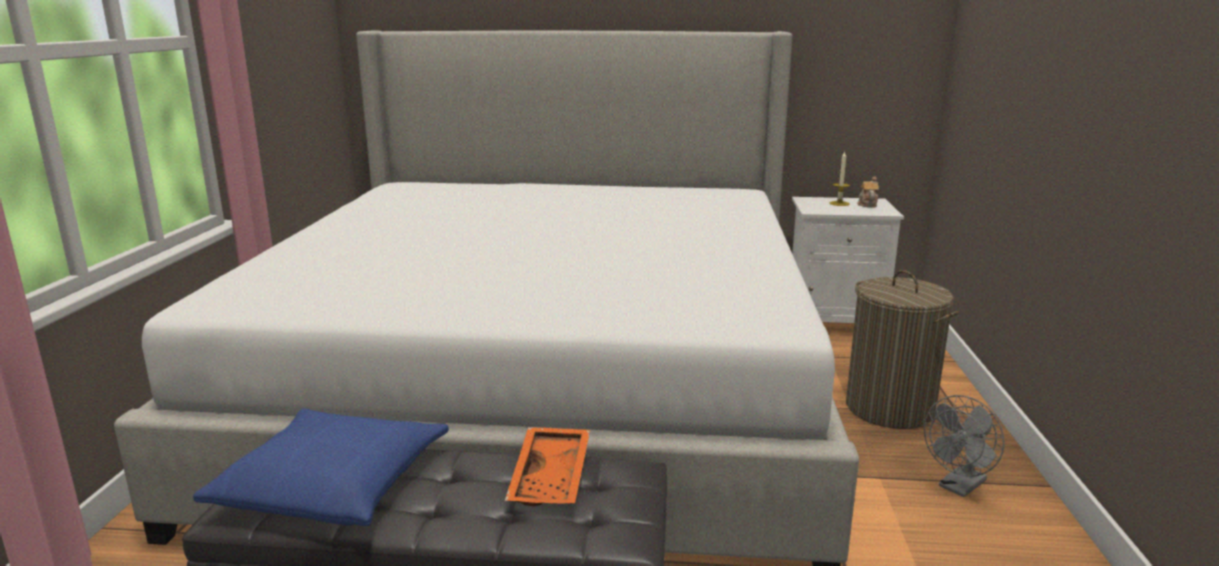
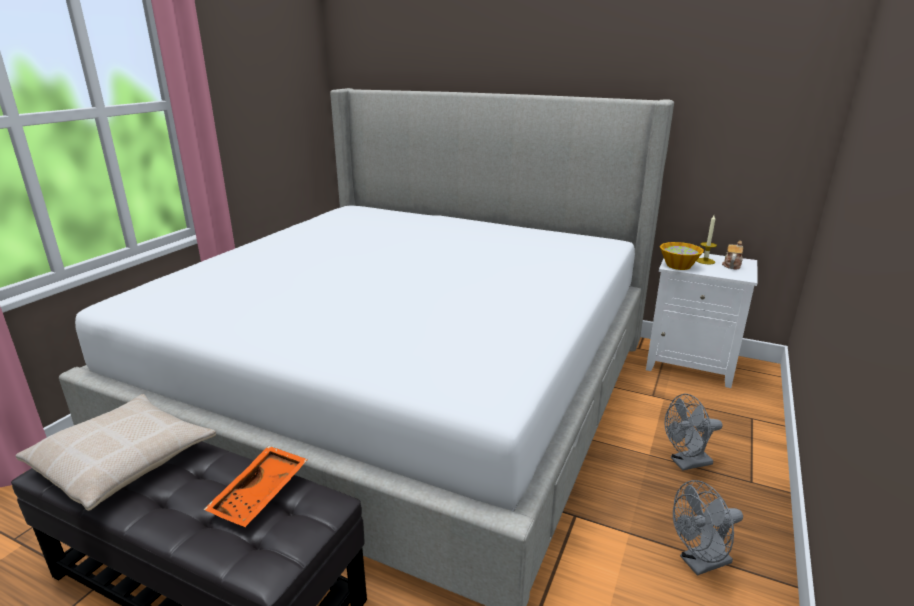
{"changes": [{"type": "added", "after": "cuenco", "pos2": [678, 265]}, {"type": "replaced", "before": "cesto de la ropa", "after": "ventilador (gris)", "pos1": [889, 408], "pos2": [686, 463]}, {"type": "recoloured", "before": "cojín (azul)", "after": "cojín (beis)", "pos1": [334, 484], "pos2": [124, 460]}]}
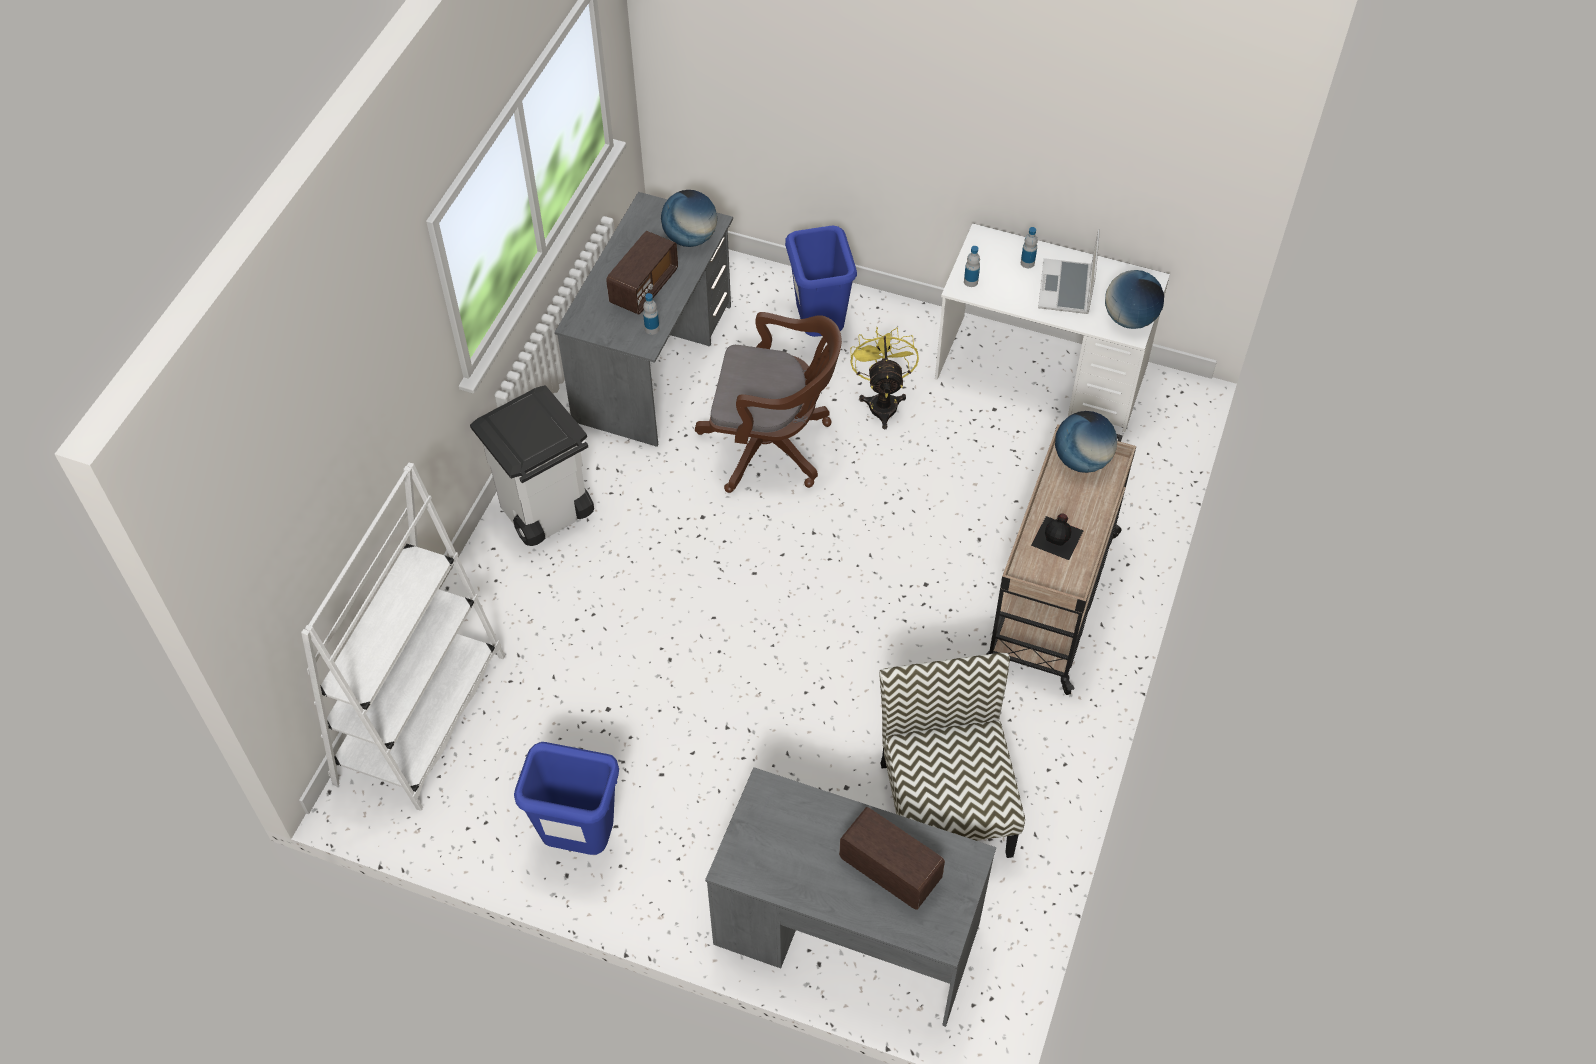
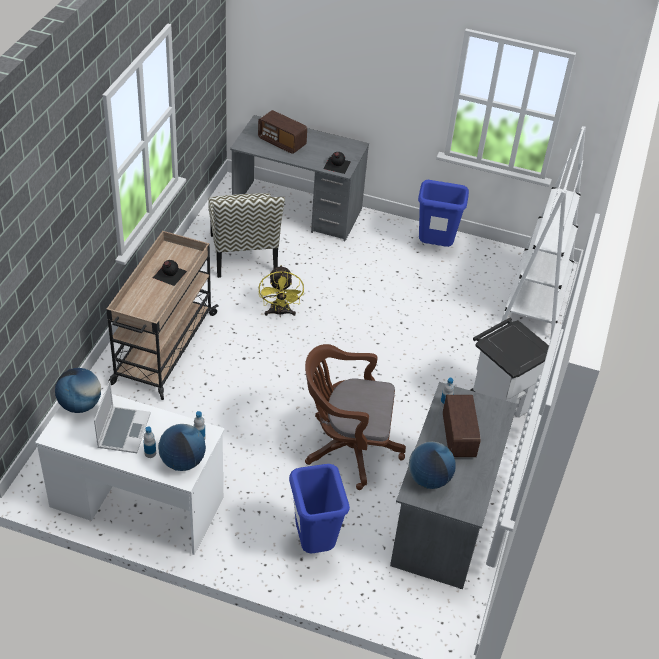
{"changes": [{"type": "added", "after": "botella (negro)", "pos2": [336, 165]}, {"type": "moved", "before": "ventilador (amarillo)", "pos1": [882, 401], "pos2": [280, 313]}, {"type": "moved", "before": "globo terráqueo", "pos1": [1082, 460], "pos2": [182, 462]}, {"type": "turned", "before": "radio", "pos1": [644, 287], "pos2": [458, 436], "turn": 150}]}
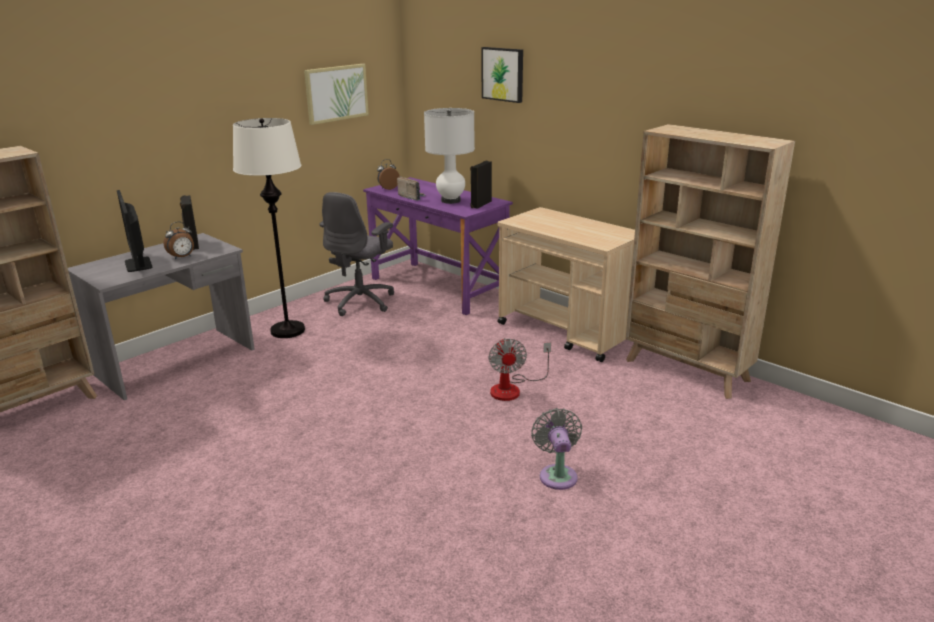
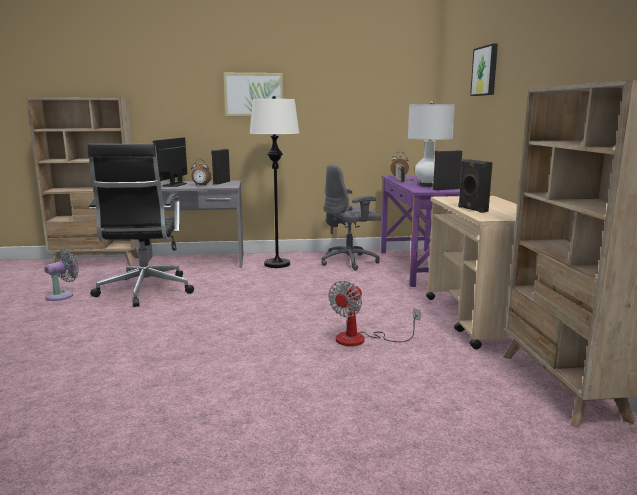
{"changes": [{"type": "added", "after": "silla de oficina (negro)", "pos2": [144, 291]}, {"type": "added", "after": "altavoz (negro)", "pos2": [472, 209]}, {"type": "moved", "before": "cuadro", "pos1": [336, 93], "pos2": [253, 94]}, {"type": "moved", "before": "ventilador (gris)", "pos1": [557, 474], "pos2": [62, 295]}]}
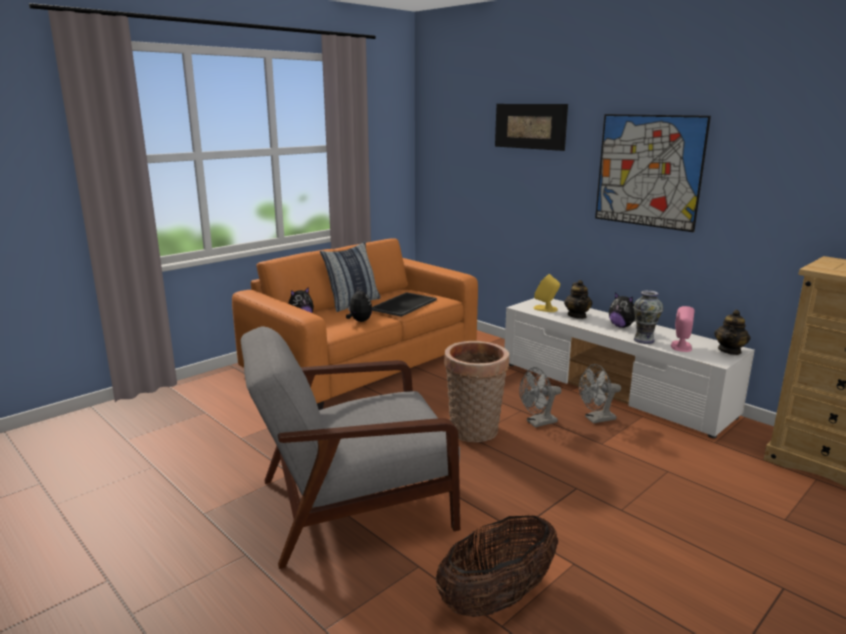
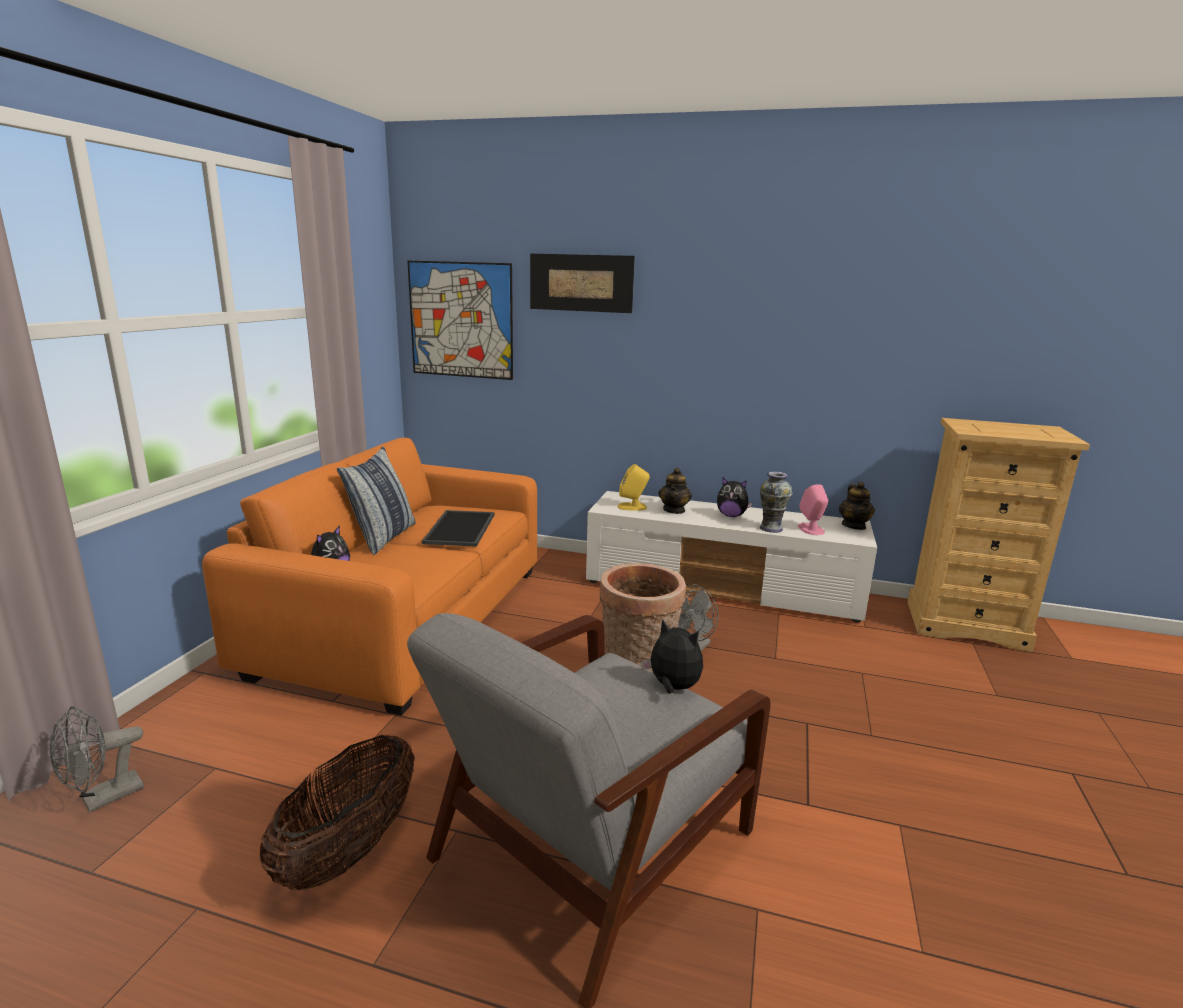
{"changes": [{"type": "moved", "before": "peluche", "pos1": [359, 321], "pos2": [672, 687]}, {"type": "moved", "before": "cesta", "pos1": [497, 598], "pos2": [349, 850]}, {"type": "moved", "before": "ventilador (gris)", "pos1": [596, 419], "pos2": [103, 798]}, {"type": "moved", "before": "cuadro", "pos1": [648, 171], "pos2": [461, 320]}, {"type": "turned", "before": "tetera", "pos1": [577, 316], "pos2": [674, 510], "turn": 45}]}
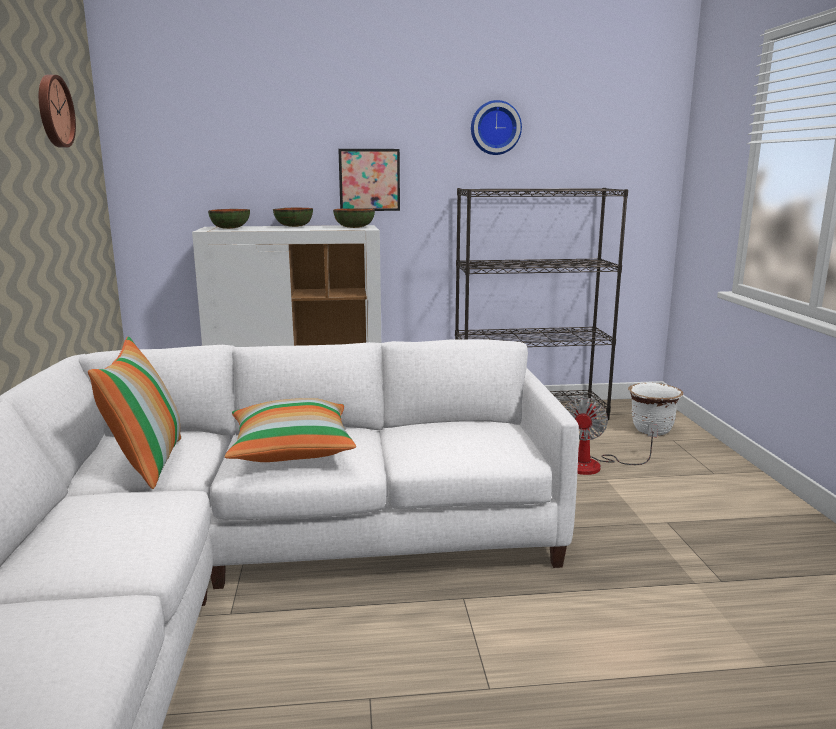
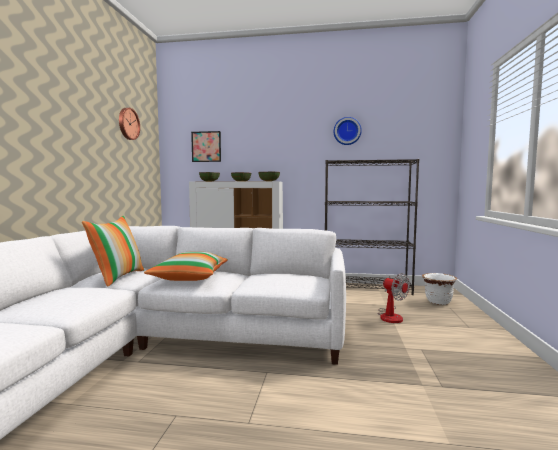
{"changes": [{"type": "moved", "before": "cuadro", "pos1": [369, 180], "pos2": [206, 146]}, {"type": "turned", "before": "ventilador", "pos1": [594, 465], "pos2": [390, 316], "turn": -75}]}
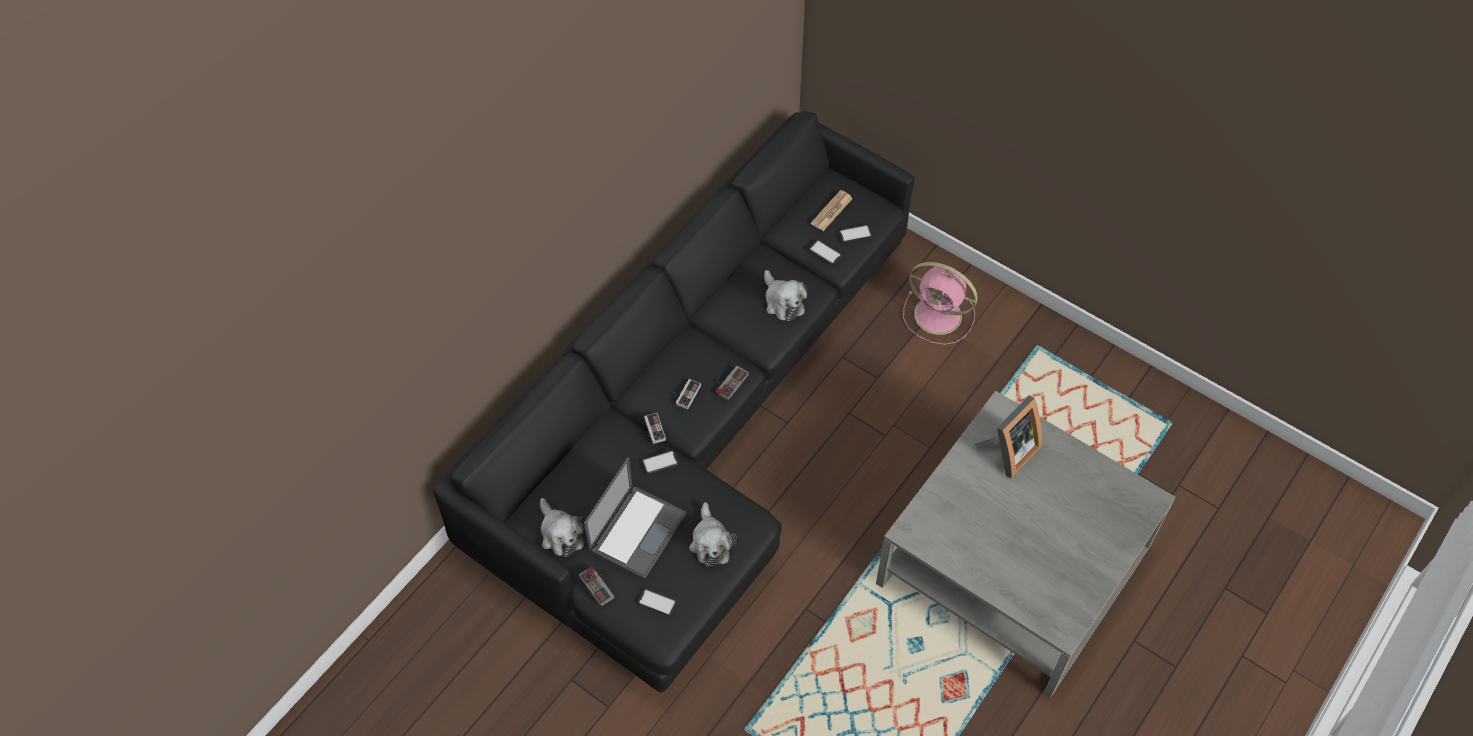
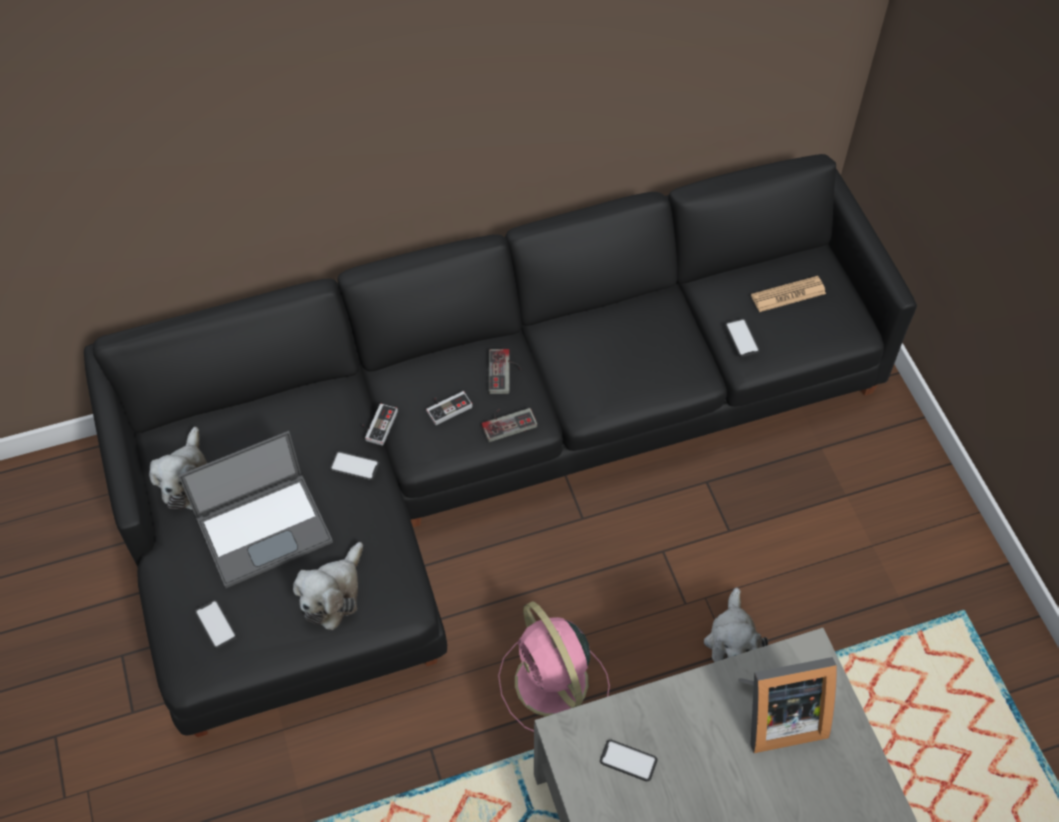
{"changes": [{"type": "moved", "before": "mando de consola", "pos1": [600, 584], "pos2": [505, 372]}, {"type": "moved", "before": "peluche", "pos1": [783, 302], "pos2": [732, 640]}, {"type": "moved", "before": "móvil", "pos1": [855, 234], "pos2": [628, 760]}, {"type": "moved", "before": "ventilador (rosa)", "pos1": [940, 316], "pos2": [553, 684]}]}
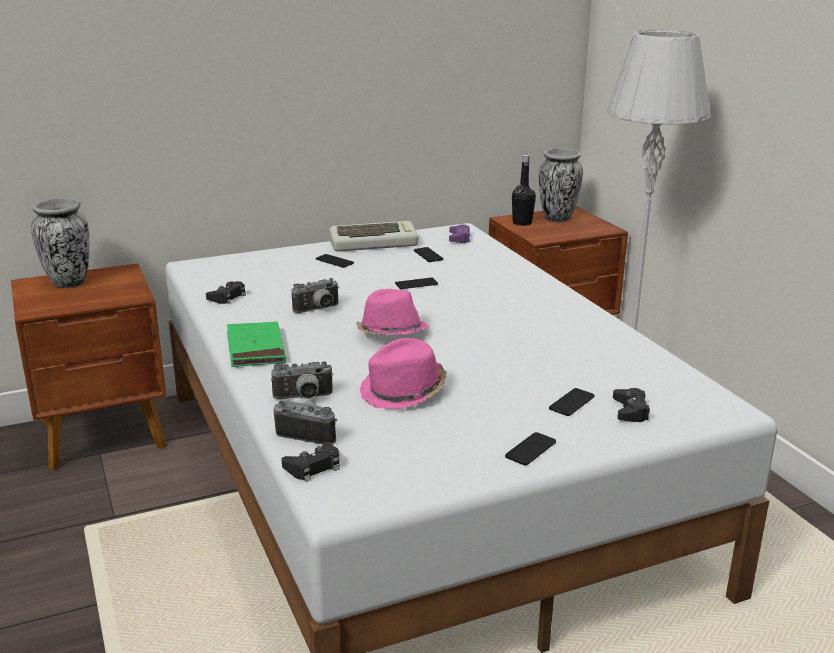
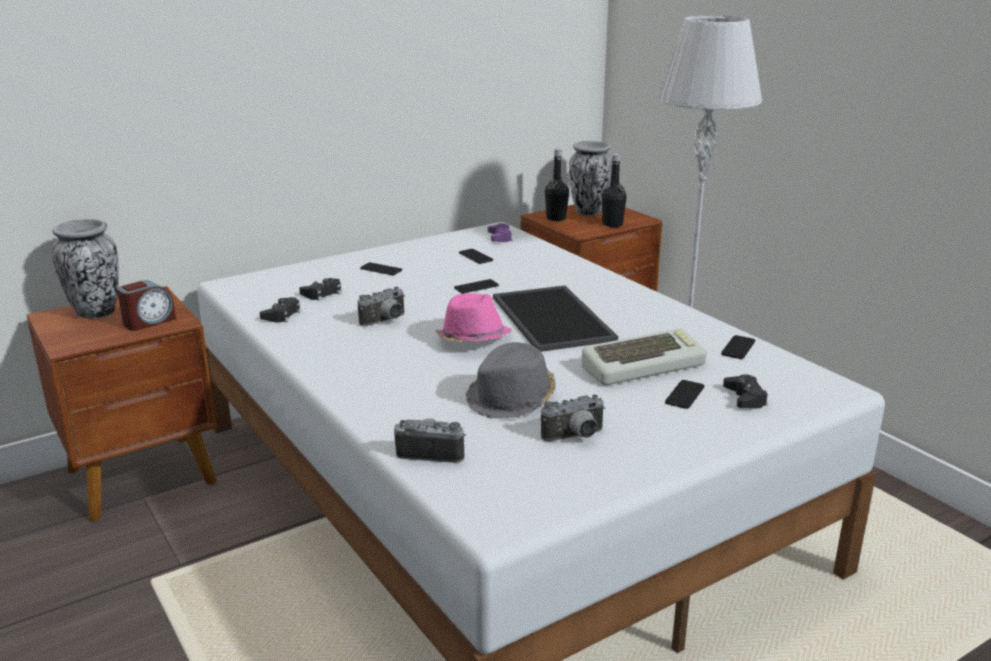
{"changes": [{"type": "removed", "before": "libro (verde)", "pos1": [256, 348]}, {"type": "added", "after": "despertador", "pos2": [149, 322]}, {"type": "added", "after": "bandeja", "pos2": [555, 318]}, {"type": "added", "after": "botella (negro)", "pos2": [612, 224]}, {"type": "moved", "before": "cámara", "pos1": [303, 398], "pos2": [575, 437]}, {"type": "moved", "before": "mando de consola (negro)", "pos1": [314, 467], "pos2": [322, 293]}, {"type": "moved", "before": "teclado", "pos1": [374, 243], "pos2": [642, 365]}, {"type": "moved", "before": "móvil", "pos1": [530, 449], "pos2": [738, 348]}, {"type": "recoloured", "before": "sombrero (rosa)", "after": "sombrero (gris)", "pos1": [403, 392], "pos2": [512, 399]}]}
